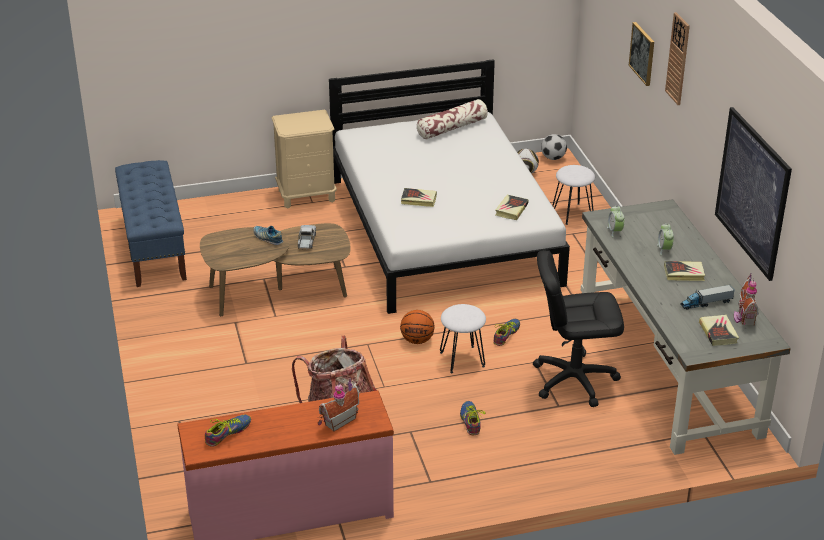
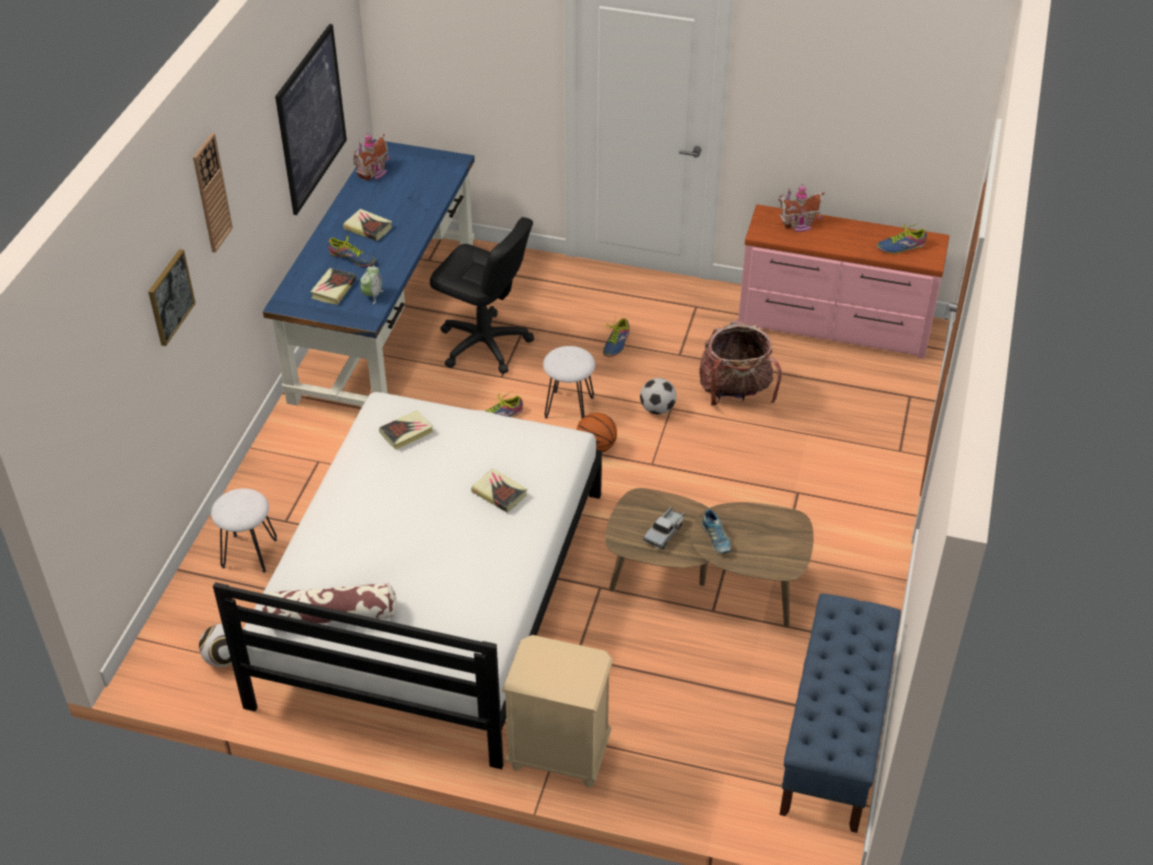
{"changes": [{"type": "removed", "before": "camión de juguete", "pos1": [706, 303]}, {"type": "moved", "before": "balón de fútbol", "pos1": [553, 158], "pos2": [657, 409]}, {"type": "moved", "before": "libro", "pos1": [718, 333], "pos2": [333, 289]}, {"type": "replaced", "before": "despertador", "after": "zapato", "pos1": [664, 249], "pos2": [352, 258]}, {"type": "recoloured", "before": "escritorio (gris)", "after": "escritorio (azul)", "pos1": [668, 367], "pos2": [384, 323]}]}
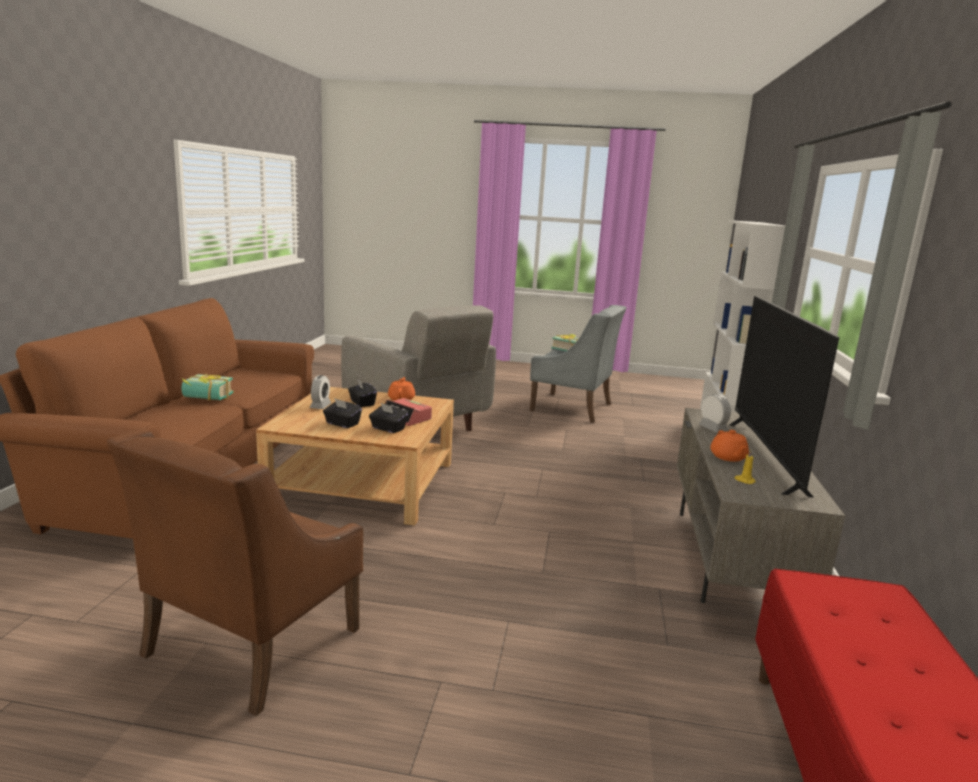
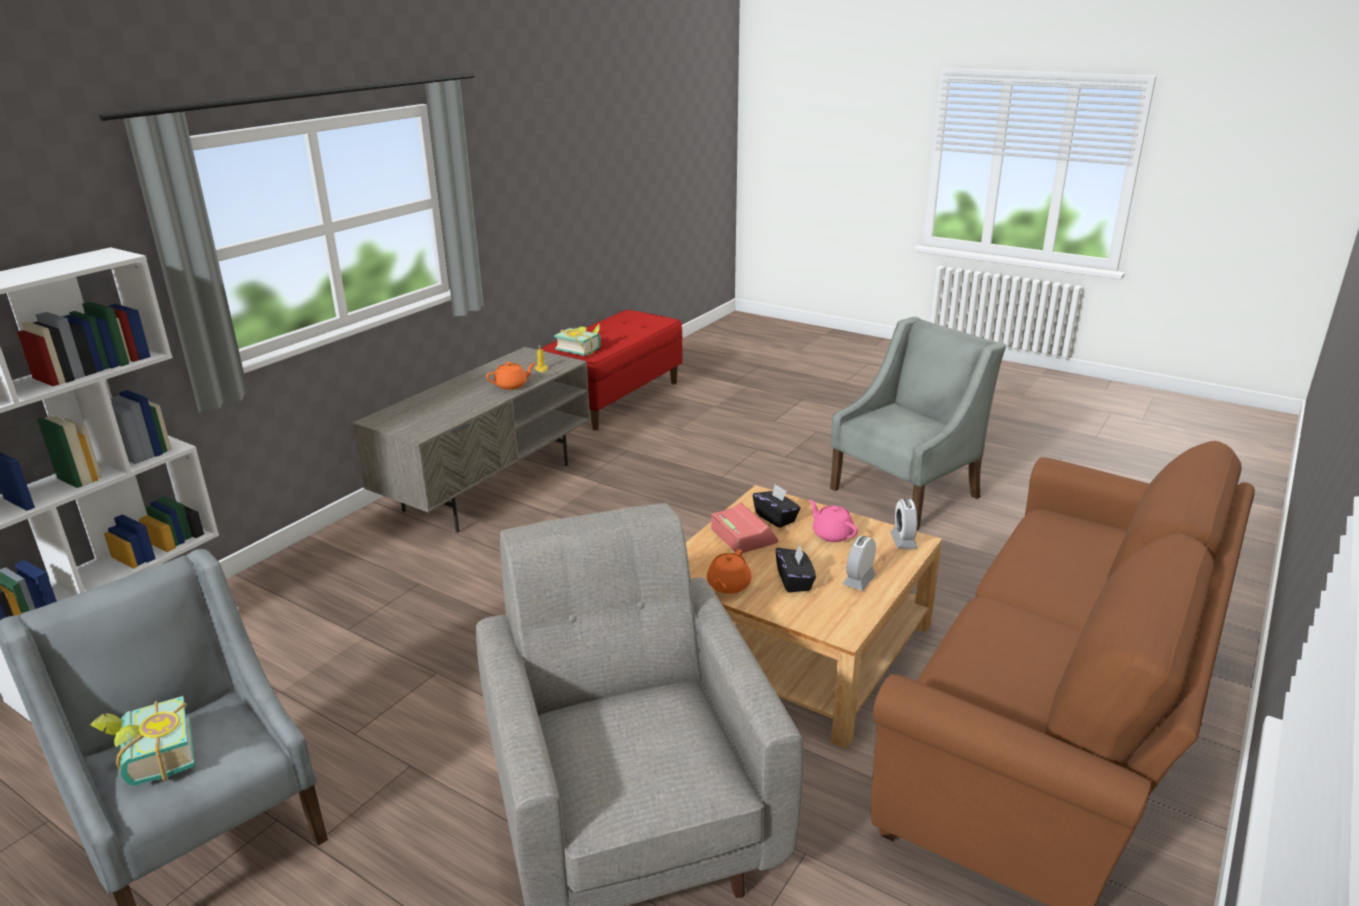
{"changes": [{"type": "removed", "before": "televisor", "pos1": [765, 456]}, {"type": "moved", "before": "libro", "pos1": [205, 399], "pos2": [581, 349]}, {"type": "moved", "before": "despertador", "pos1": [712, 428], "pos2": [903, 541]}, {"type": "replaced", "before": "caja de pañuelos (negro)", "after": "tetera (rosa)", "pos1": [342, 424], "pos2": [832, 534]}, {"type": "recoloured", "before": "sillón (marrón)", "after": "sillón (gris)", "pos1": [251, 642], "pos2": [906, 492]}, {"type": "turned", "before": "tetera (naranja)", "pos1": [728, 457], "pos2": [512, 385], "turn": 45}]}
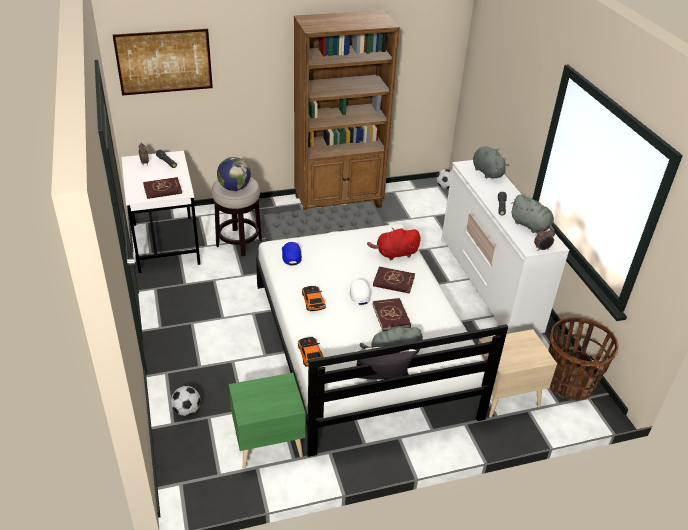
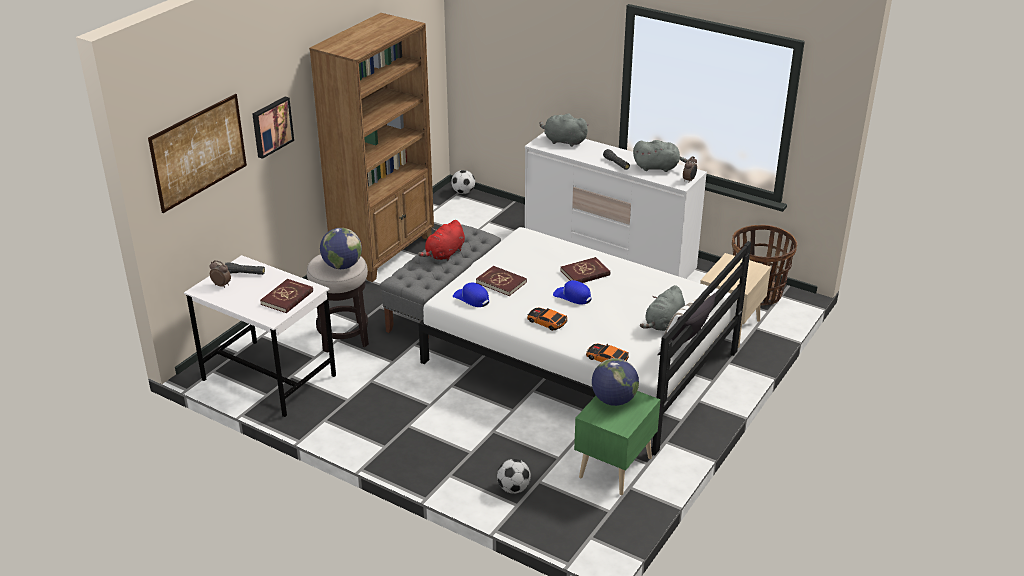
{"changes": [{"type": "added", "after": "cuadro", "pos2": [271, 126]}, {"type": "added", "after": "globo terráqueo", "pos2": [614, 400]}, {"type": "moved", "before": "peluche (rojo)", "pos1": [395, 254], "pos2": [444, 254]}, {"type": "moved", "before": "libro (rojo)", "pos1": [391, 316], "pos2": [501, 282]}, {"type": "recoloured", "before": "gorra (blanco)", "after": "gorra (azul)", "pos1": [358, 293], "pos2": [572, 296]}]}
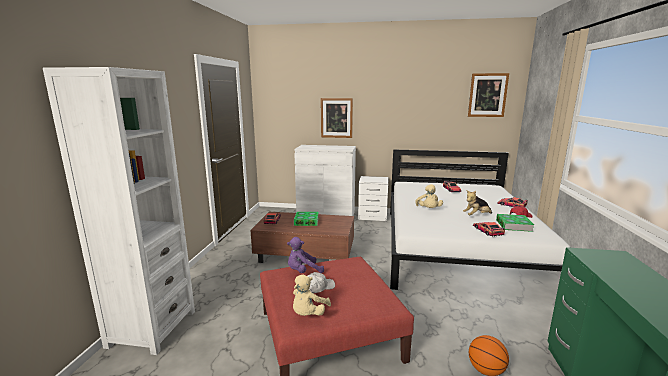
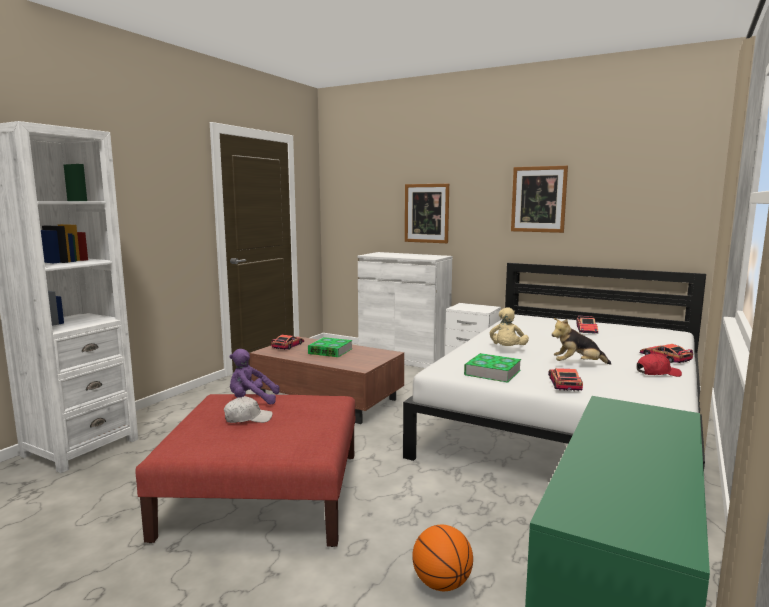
{"changes": [{"type": "removed", "before": "peluche (beis)", "pos1": [308, 314]}, {"type": "moved", "before": "cuadro", "pos1": [487, 95], "pos2": [538, 199]}, {"type": "moved", "before": "libro", "pos1": [513, 225], "pos2": [492, 372]}]}
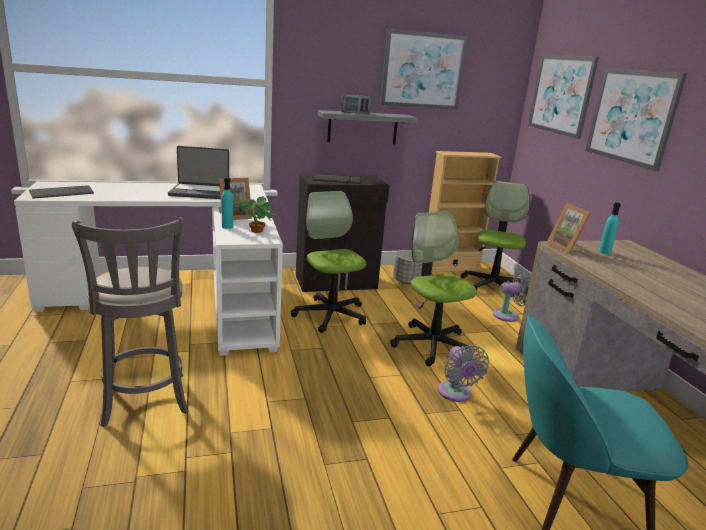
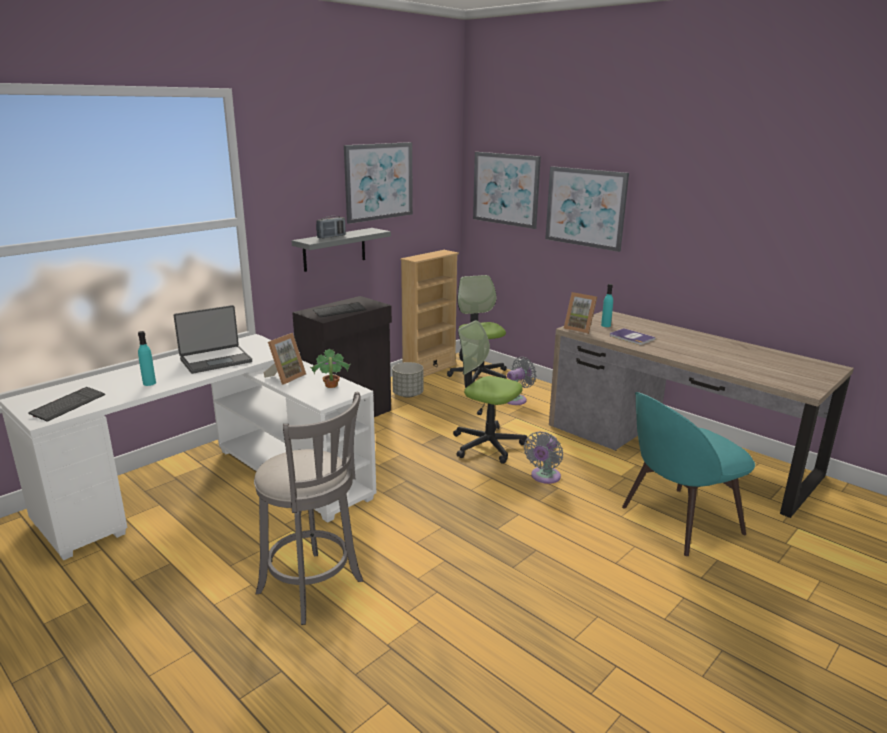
{"changes": [{"type": "removed", "before": "silla de oficina", "pos1": [330, 315]}, {"type": "added", "after": "libro", "pos2": [631, 337]}, {"type": "moved", "before": "botella (turquesa)", "pos1": [227, 227], "pos2": [149, 383]}, {"type": "turned", "before": "ventilador (gris)", "pos1": [456, 394], "pos2": [544, 477], "turn": 75}]}
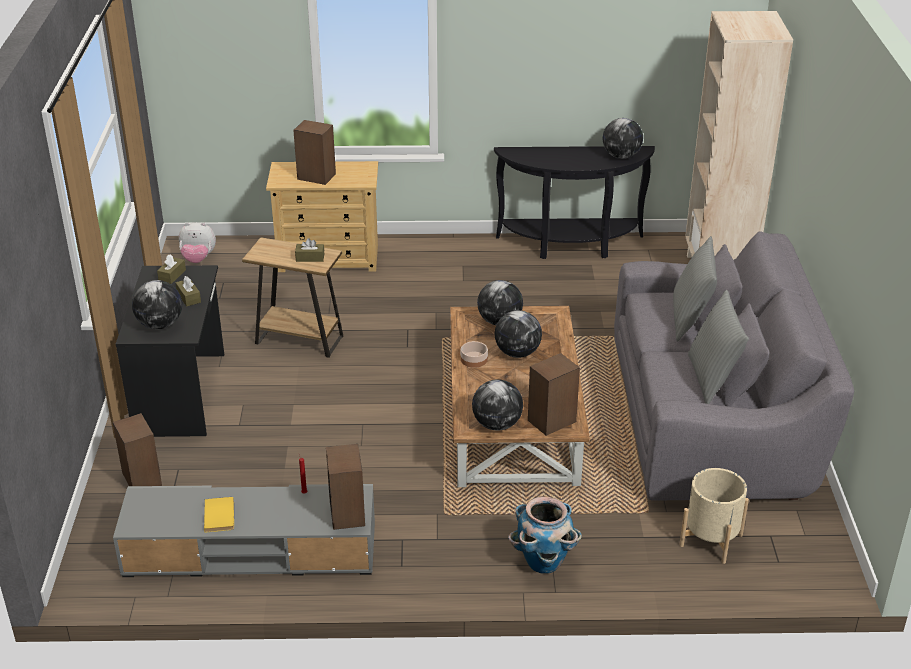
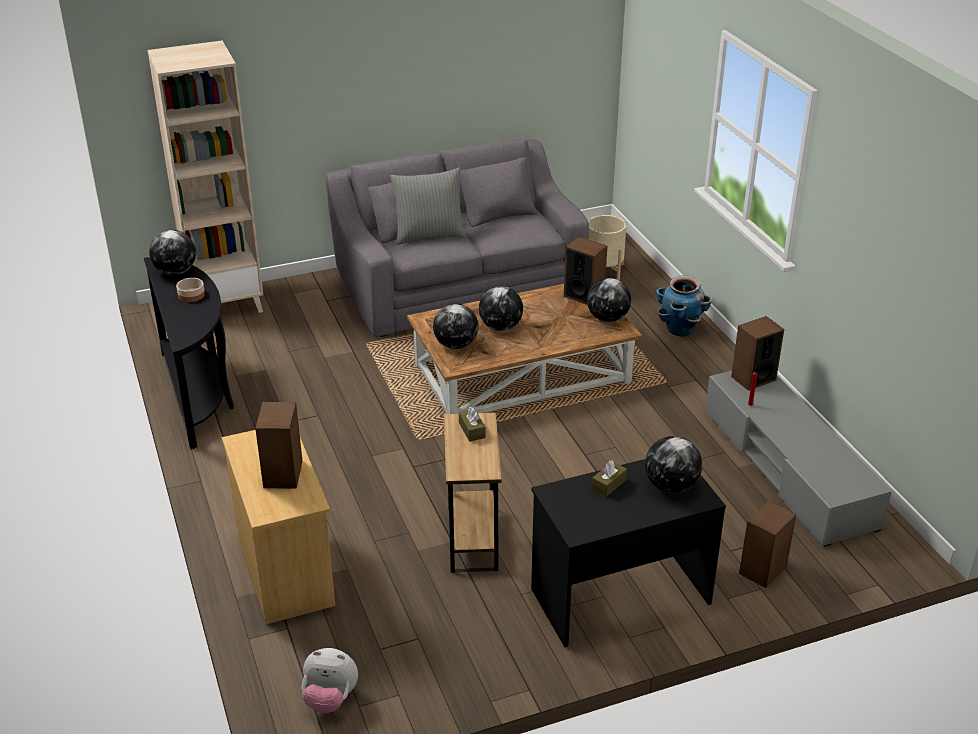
{"changes": [{"type": "removed", "before": "caja de pañuelos (marrón)", "pos1": [172, 275]}, {"type": "removed", "before": "libro (amarillo)", "pos1": [221, 516]}, {"type": "removed", "before": "cojín (gris)", "pos1": [712, 379]}, {"type": "moved", "before": "cuenco", "pos1": [473, 359], "pos2": [191, 295]}, {"type": "turned", "before": "peluche", "pos1": [198, 259], "pos2": [330, 699], "turn": 120}]}
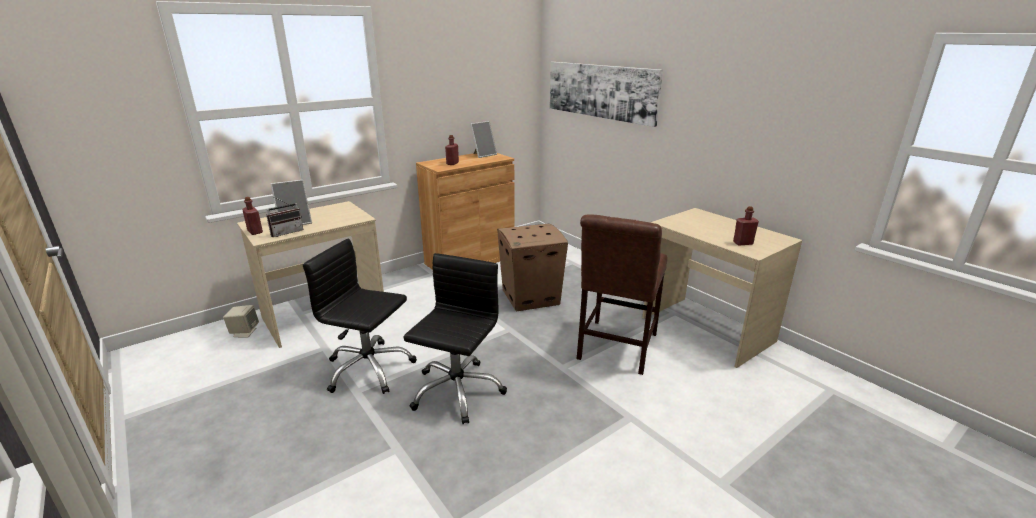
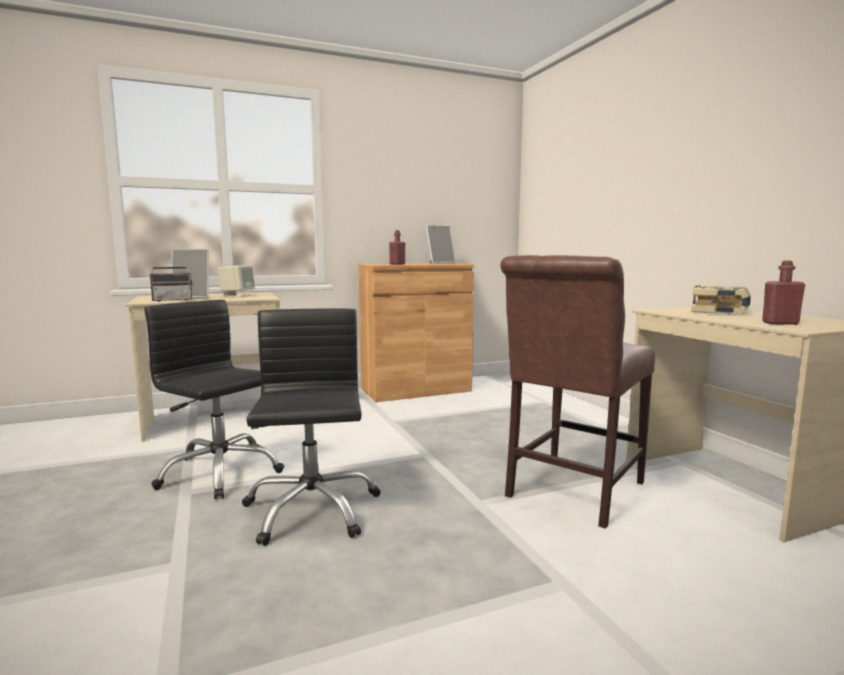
{"changes": [{"type": "removed", "before": "botella (rojo)", "pos1": [255, 232]}, {"type": "removed", "before": "caja de cartón", "pos1": [531, 297]}, {"type": "removed", "before": "cuadro", "pos1": [600, 91]}, {"type": "added", "after": "libro", "pos2": [720, 311]}, {"type": "moved", "before": "altavoz (beis)", "pos1": [244, 332], "pos2": [237, 296]}, {"type": "turned", "before": "silla de oficina (negro)", "pos1": [457, 391], "pos2": [311, 509], "turn": -45}]}
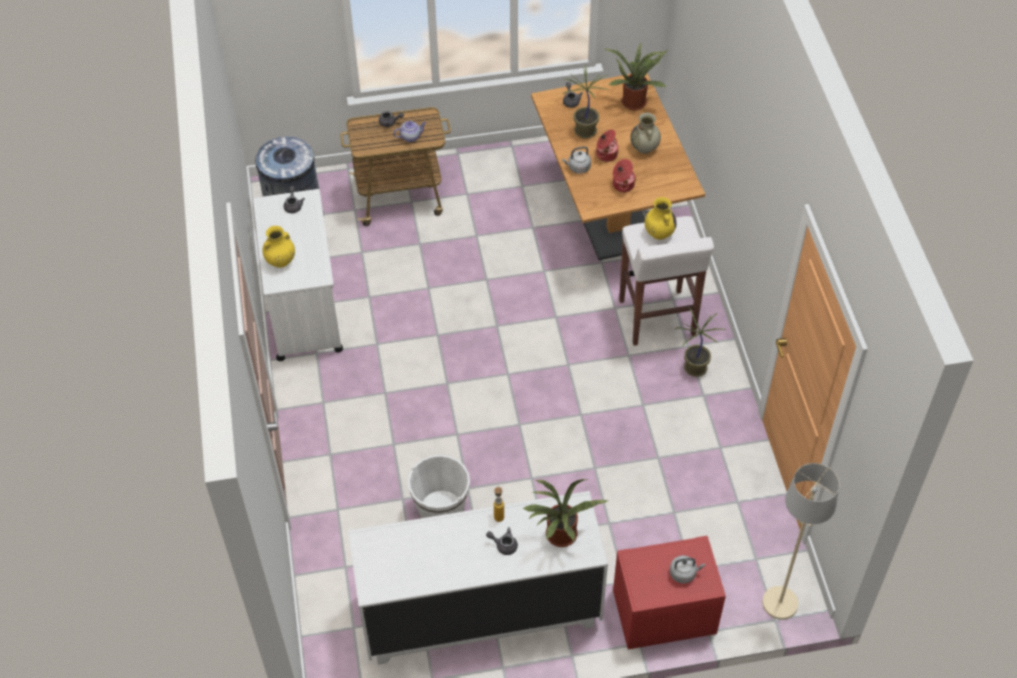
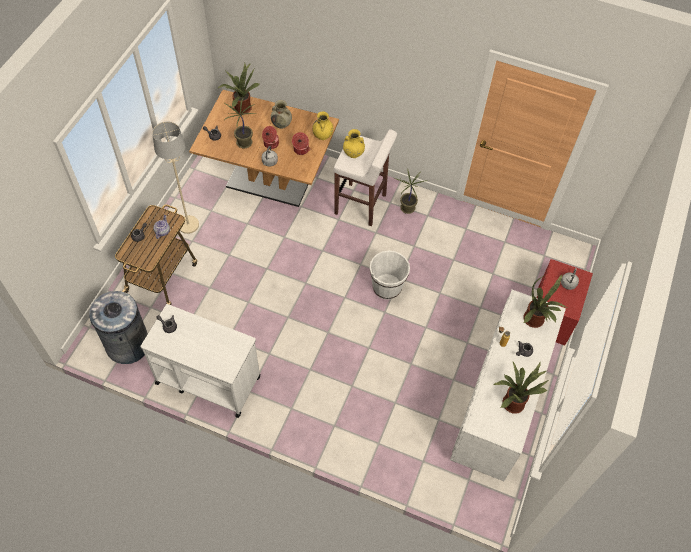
{"changes": [{"type": "added", "after": "planta en maceta", "pos2": [512, 401]}, {"type": "moved", "before": "florero (amarillo)", "pos1": [280, 261], "pos2": [322, 136]}, {"type": "moved", "before": "cubo (blanco)", "pos1": [441, 511], "pos2": [387, 287]}, {"type": "moved", "before": "lámpara de pie (beis)", "pos1": [780, 603], "pos2": [188, 225]}]}
